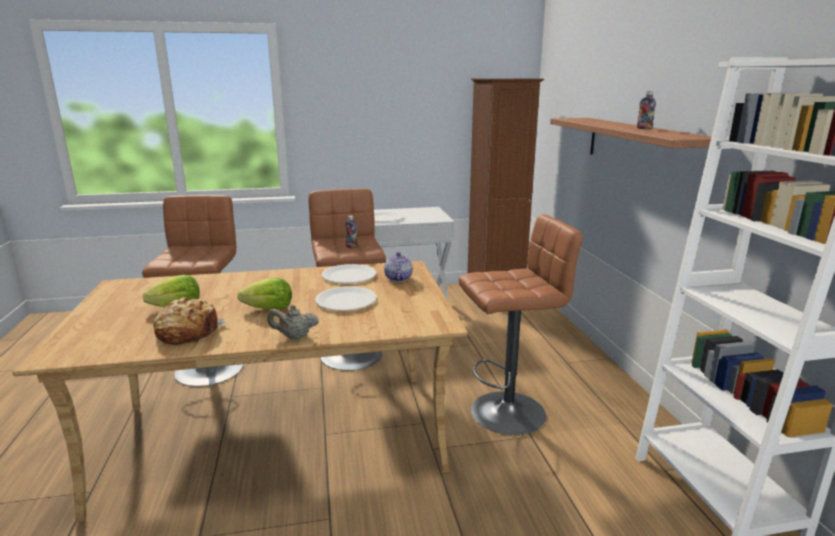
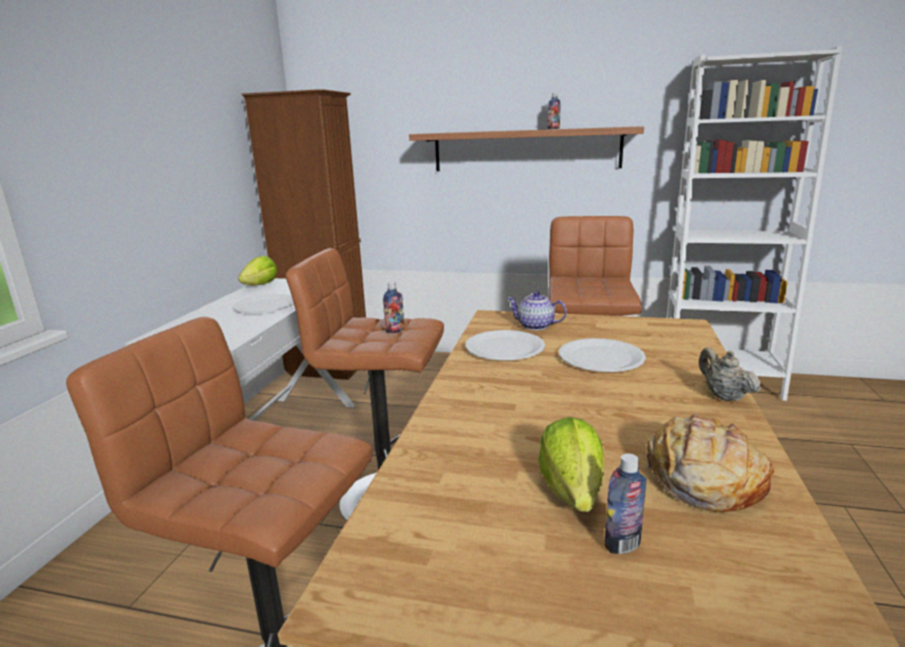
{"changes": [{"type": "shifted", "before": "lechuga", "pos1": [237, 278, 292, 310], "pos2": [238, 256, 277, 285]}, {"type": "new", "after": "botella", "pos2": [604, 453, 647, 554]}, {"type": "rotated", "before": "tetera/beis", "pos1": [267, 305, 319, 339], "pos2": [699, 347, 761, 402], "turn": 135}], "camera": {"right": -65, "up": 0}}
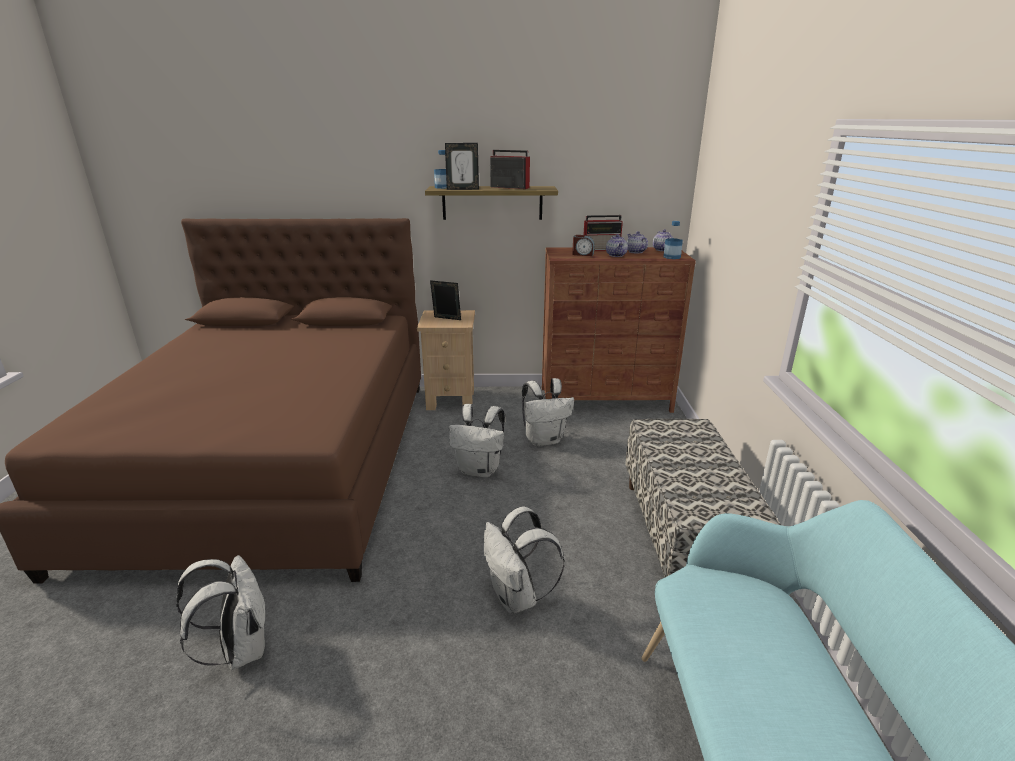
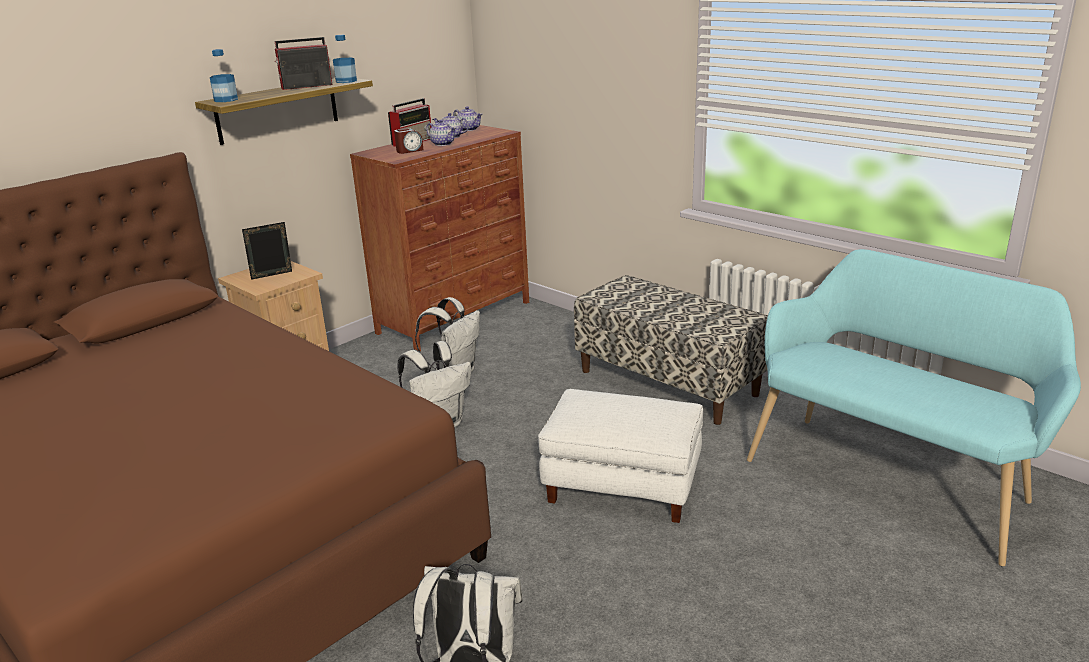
{"changes": [{"type": "shifted", "before": "botella", "pos1": [663, 221, 683, 259], "pos2": [333, 35, 357, 83]}, {"type": "swapped", "before": "mochila/blanco", "after": "puf/blanco", "pos1": [483, 506, 564, 614], "pos2": [538, 389, 703, 523]}, {"type": "gone", "before": "portarretratos", "pos1": [445, 143, 479, 190]}], "camera": {"right": -45, "up": 0}}
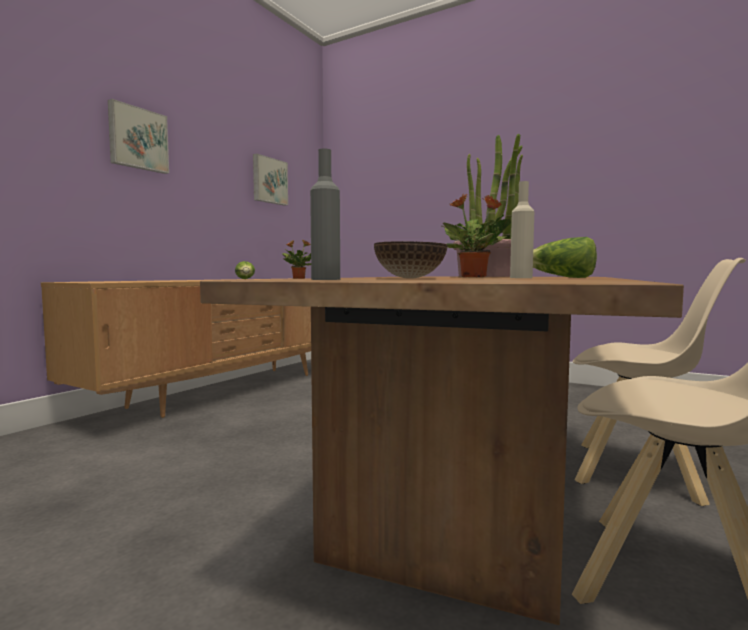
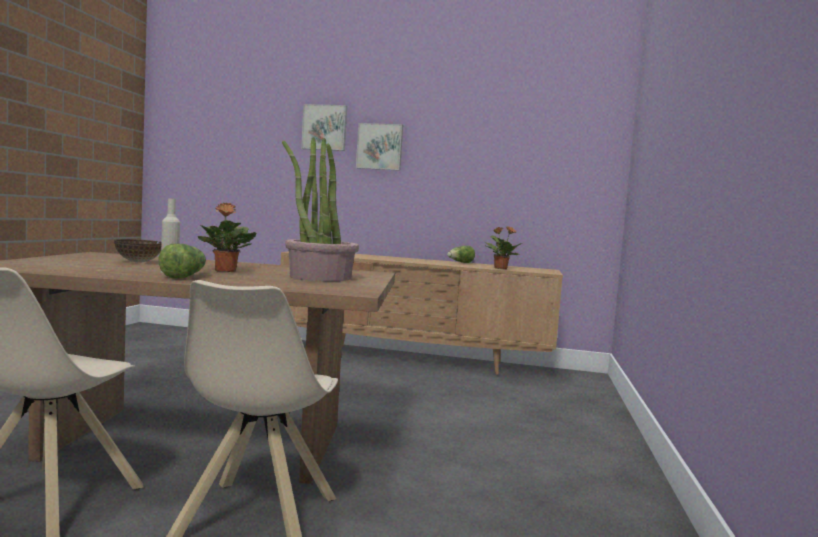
{"changes": [{"type": "shifted", "before": "cuadro", "pos1": [253, 154, 288, 206], "pos2": [301, 104, 347, 151]}, {"type": "gone", "before": "botella/gris", "pos1": [310, 148, 340, 280]}], "camera": {"right": 70, "up": 0}}
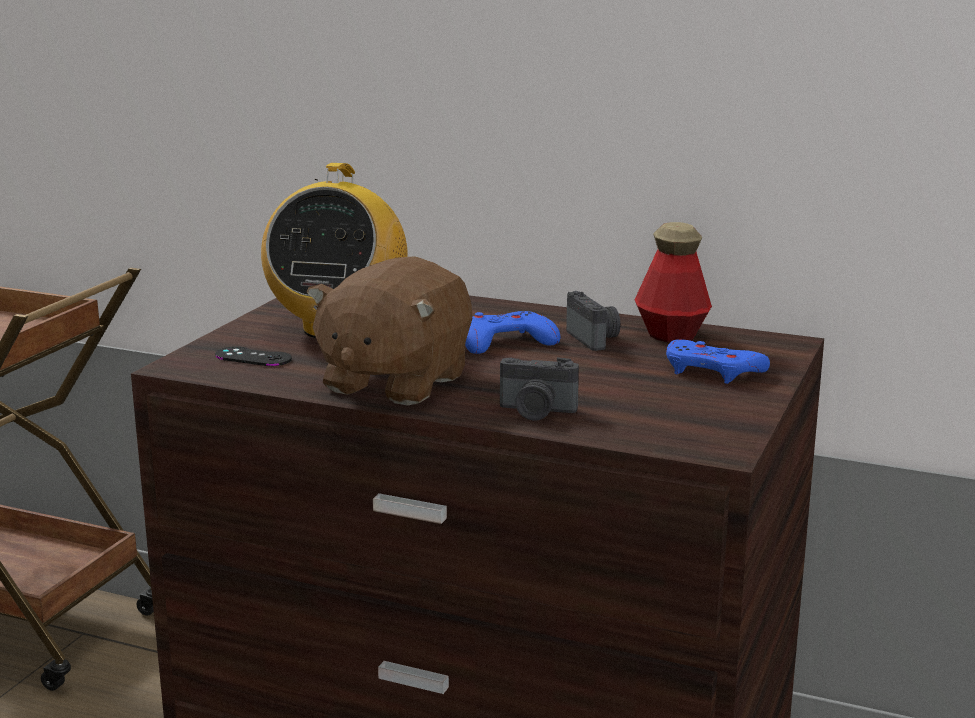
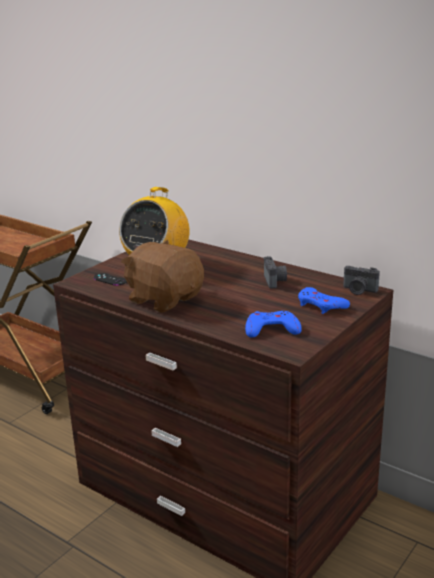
{"changes": [{"type": "rotated", "before": "peluche/marrón", "pos1": [307, 256, 472, 406], "pos2": [121, 240, 204, 313], "turn": 90}, {"type": "shifted", "before": "mando de consola/azul", "pos1": [465, 311, 560, 354], "pos2": [245, 311, 302, 337]}, {"type": "shifted", "before": "cámara", "pos1": [500, 357, 579, 421], "pos2": [343, 266, 380, 295]}, {"type": "gone", "before": "botella", "pos1": [635, 222, 712, 343]}], "camera": {"right": 15, "up": 5}}
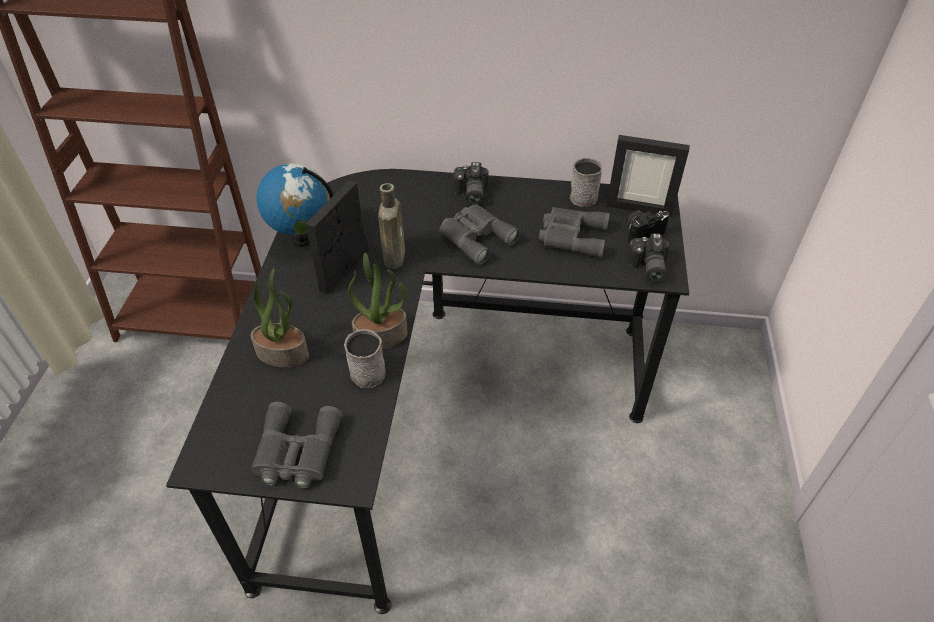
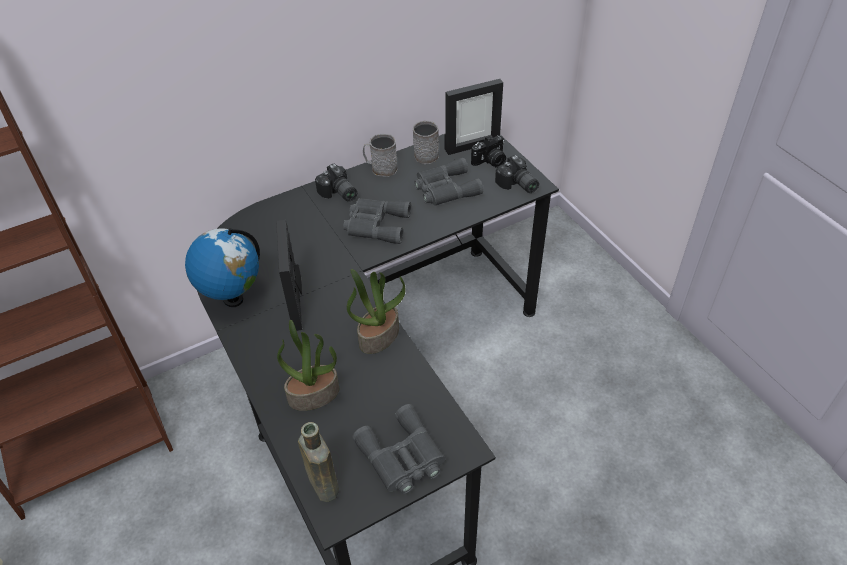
{"changes": [{"type": "shifted", "before": "botella/marrón", "pos1": [378, 183, 405, 269], "pos2": [298, 422, 339, 502]}, {"type": "shifted", "before": "taza grande/gris", "pos1": [344, 329, 386, 388], "pos2": [363, 134, 398, 177]}, {"type": "rotated", "before": "cámara", "pos1": [626, 210, 670, 244], "pos2": [471, 135, 506, 168], "turn": -150}], "camera": {"right": -35, "up": 0}}
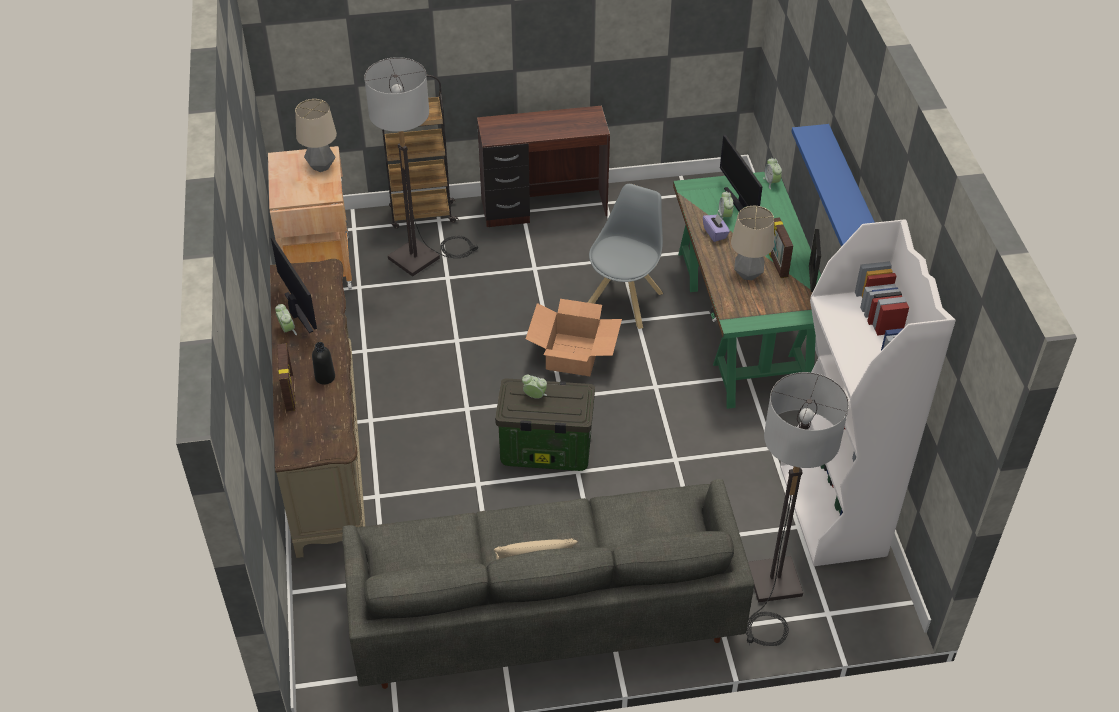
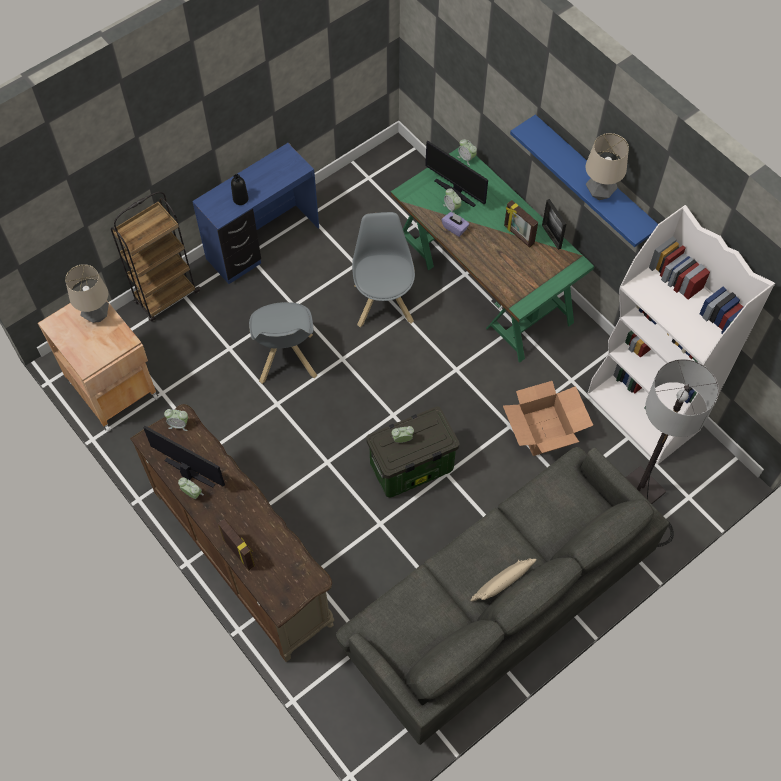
{"changes": [{"type": "new", "after": "despertador", "pos2": [164, 409, 188, 431]}, {"type": "repainted", "before": "escritorio/marrón", "after": "escritorio/azul", "pos1": [477, 106, 610, 227], "pos2": [192, 143, 319, 284]}, {"type": "shifted", "before": "botella/negro", "pos1": [312, 342, 335, 385], "pos2": [231, 174, 248, 205]}, {"type": "new", "after": "silla/gris", "pos2": [249, 302, 317, 384]}, {"type": "shifted", "before": "caja de cartón", "pos1": [526, 299, 622, 376], "pos2": [503, 381, 594, 456]}, {"type": "shifted", "before": "lámpara de mesa", "pos1": [731, 206, 774, 280], "pos2": [586, 133, 629, 200]}, {"type": "gone", "before": "lámpara de pie", "pos1": [364, 57, 478, 277]}], "camera": {"right": -30, "up": 15}}
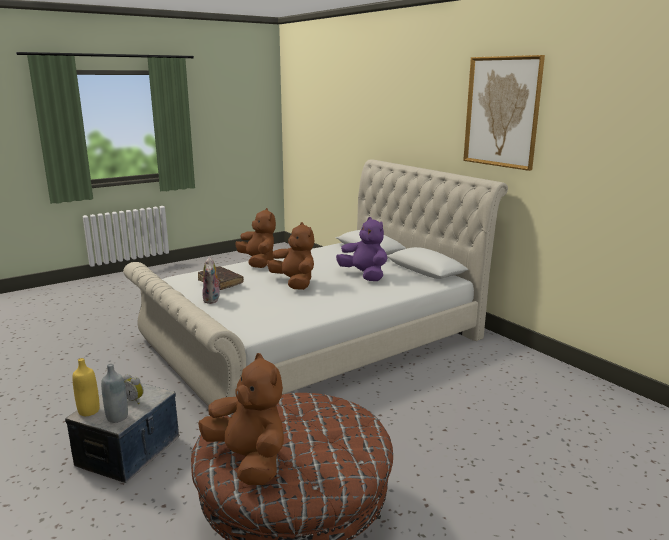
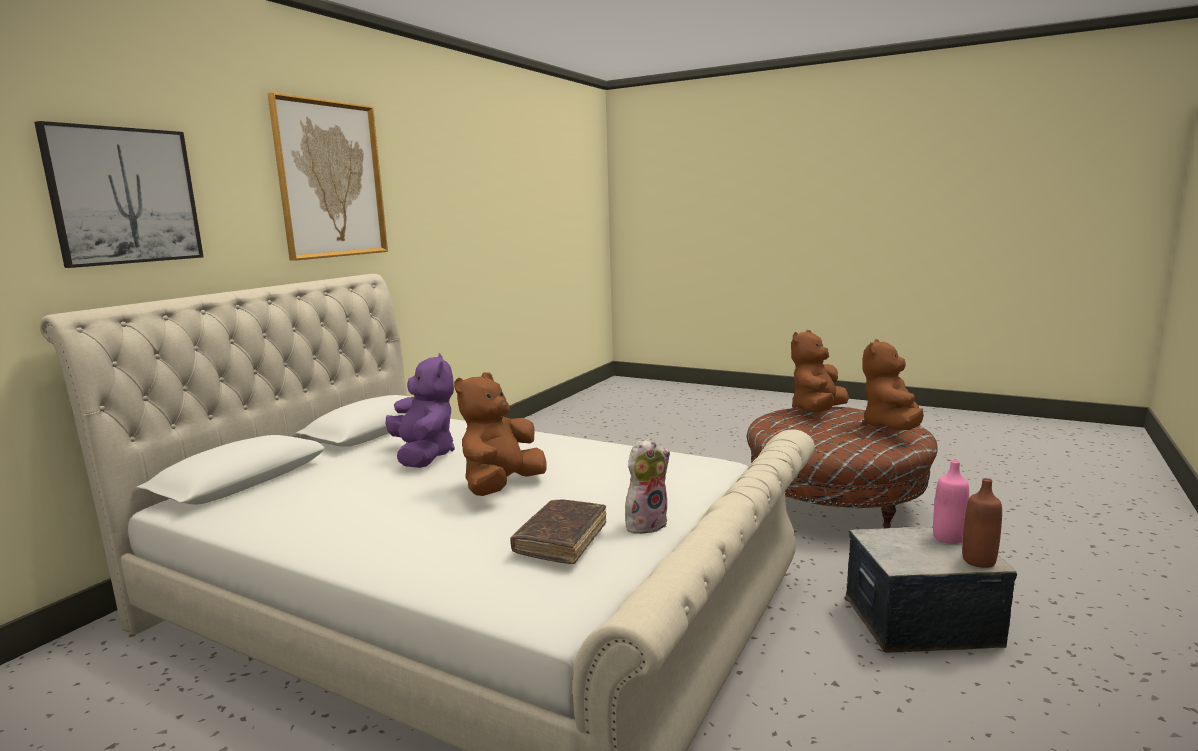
{"changes": [{"type": "new", "after": "cuadro", "pos2": [34, 121, 204, 268]}, {"type": "rotated", "before": "peluche/morado", "pos1": [336, 217, 388, 281], "pos2": [386, 353, 455, 468], "turn": 135}, {"type": "shifted", "before": "peluche/marrón", "pos1": [236, 208, 276, 268], "pos2": [791, 330, 849, 412]}, {"type": "repainted", "before": "botella/gris", "after": "botella/rosa", "pos1": [101, 364, 128, 423], "pos2": [933, 460, 969, 544]}, {"type": "repainted", "before": "botella/amarillo", "after": "botella/marrón", "pos1": [72, 358, 100, 416], "pos2": [962, 478, 1002, 568]}, {"type": "gone", "before": "despertador", "pos1": [123, 374, 144, 404]}], "camera": {"right": -115, "up": -5}}
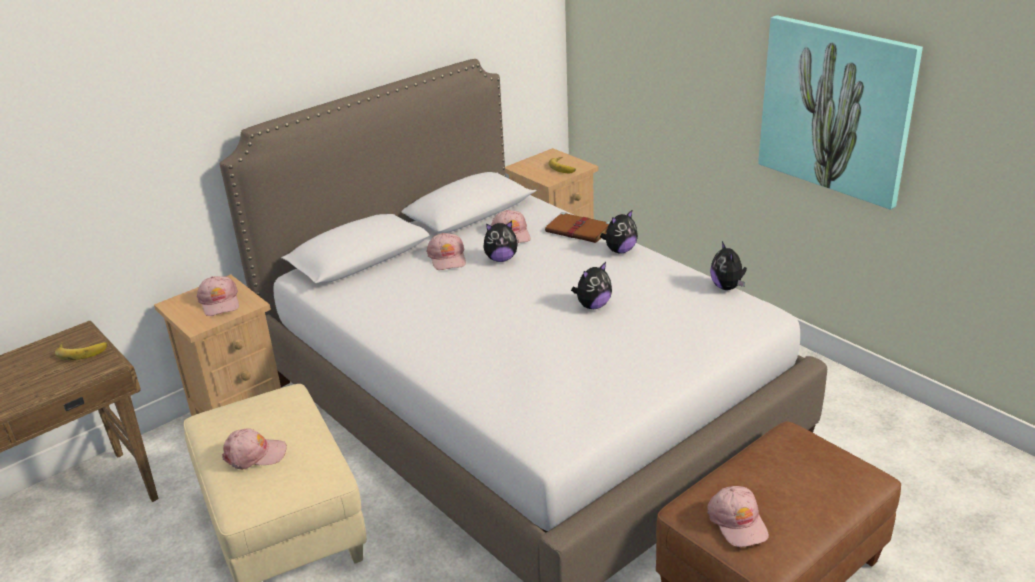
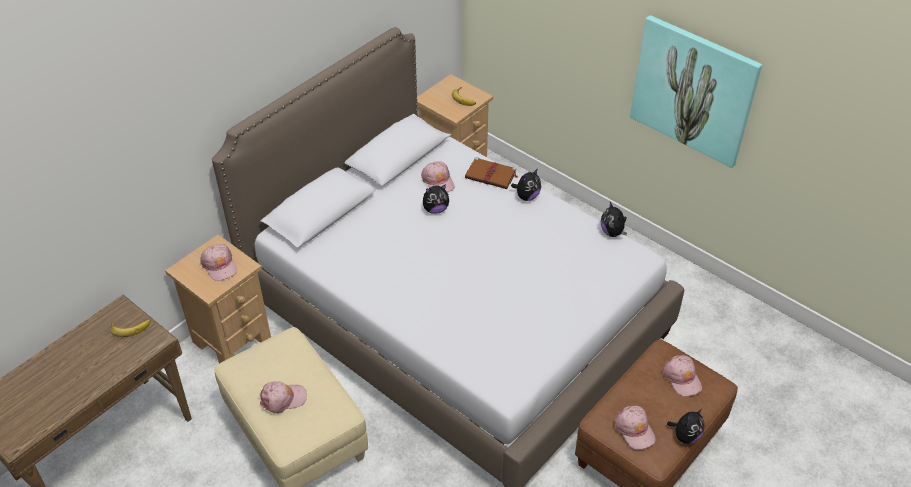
{"changes": [{"type": "shifted", "before": "gorra/rosa", "pos1": [426, 233, 466, 270], "pos2": [663, 355, 702, 397]}, {"type": "shifted", "before": "peluche", "pos1": [571, 262, 612, 309], "pos2": [667, 409, 705, 444]}], "camera": {"right": -10, "up": 15}}
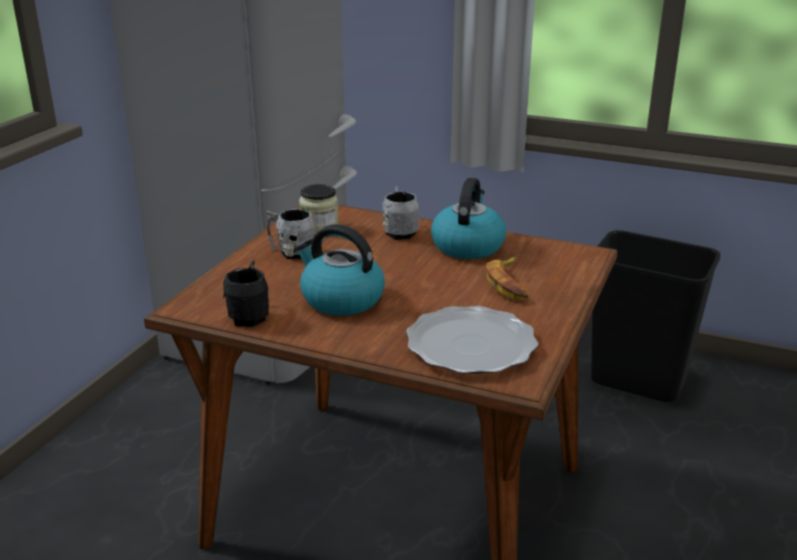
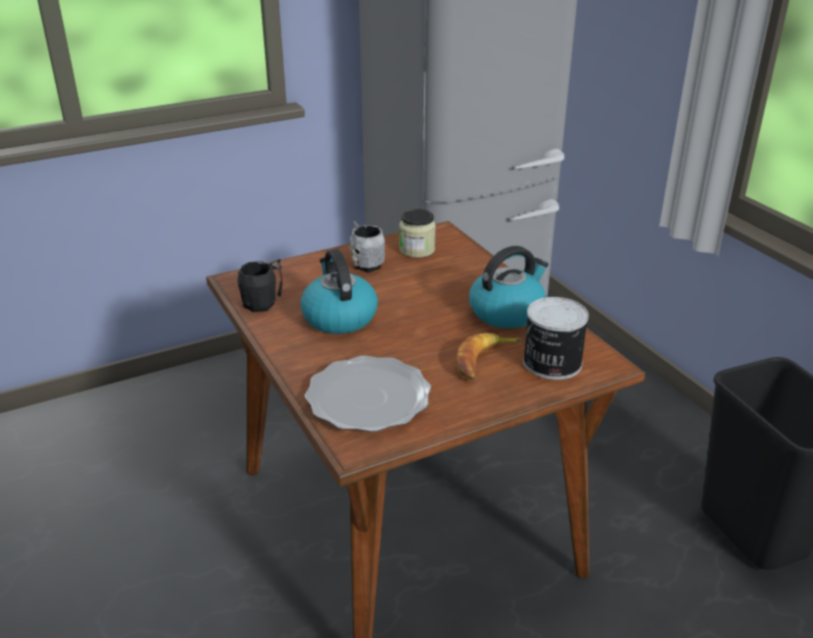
{"changes": [{"type": "new", "after": "lata", "pos2": [523, 297, 589, 380]}, {"type": "gone", "before": "taza grande/gris", "pos1": [382, 187, 419, 240]}], "camera": {"right": 40, "up": 5}}
